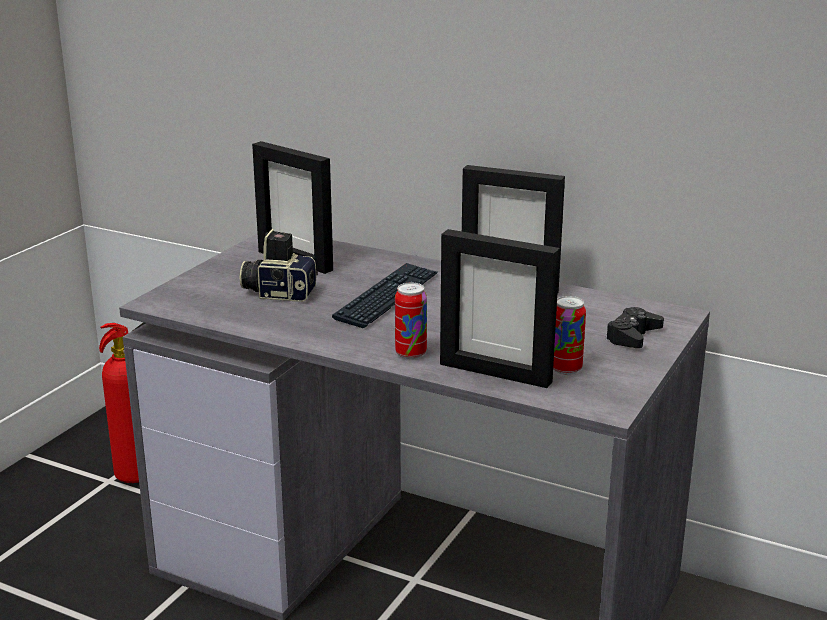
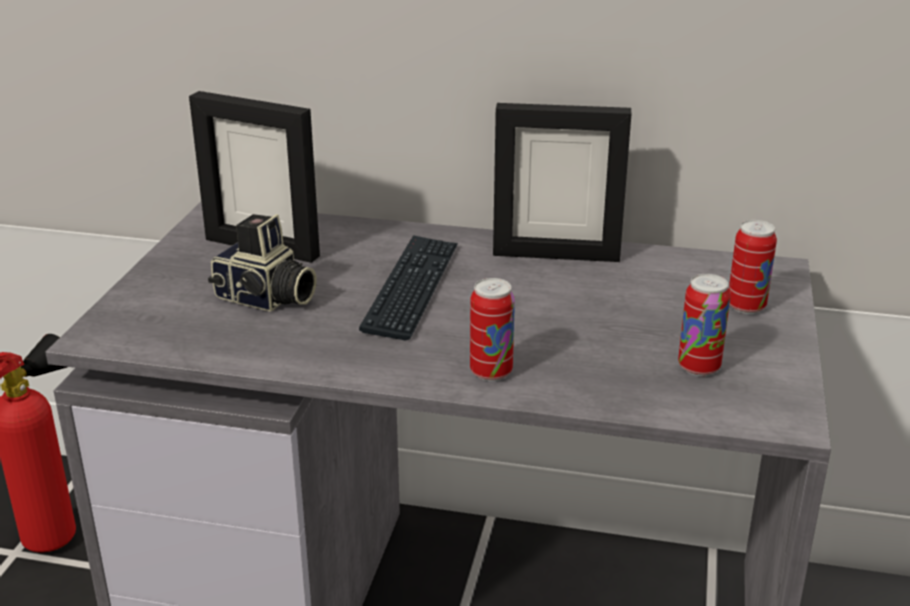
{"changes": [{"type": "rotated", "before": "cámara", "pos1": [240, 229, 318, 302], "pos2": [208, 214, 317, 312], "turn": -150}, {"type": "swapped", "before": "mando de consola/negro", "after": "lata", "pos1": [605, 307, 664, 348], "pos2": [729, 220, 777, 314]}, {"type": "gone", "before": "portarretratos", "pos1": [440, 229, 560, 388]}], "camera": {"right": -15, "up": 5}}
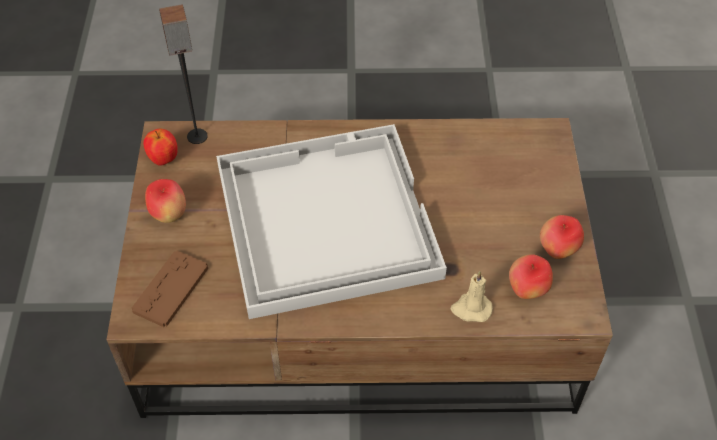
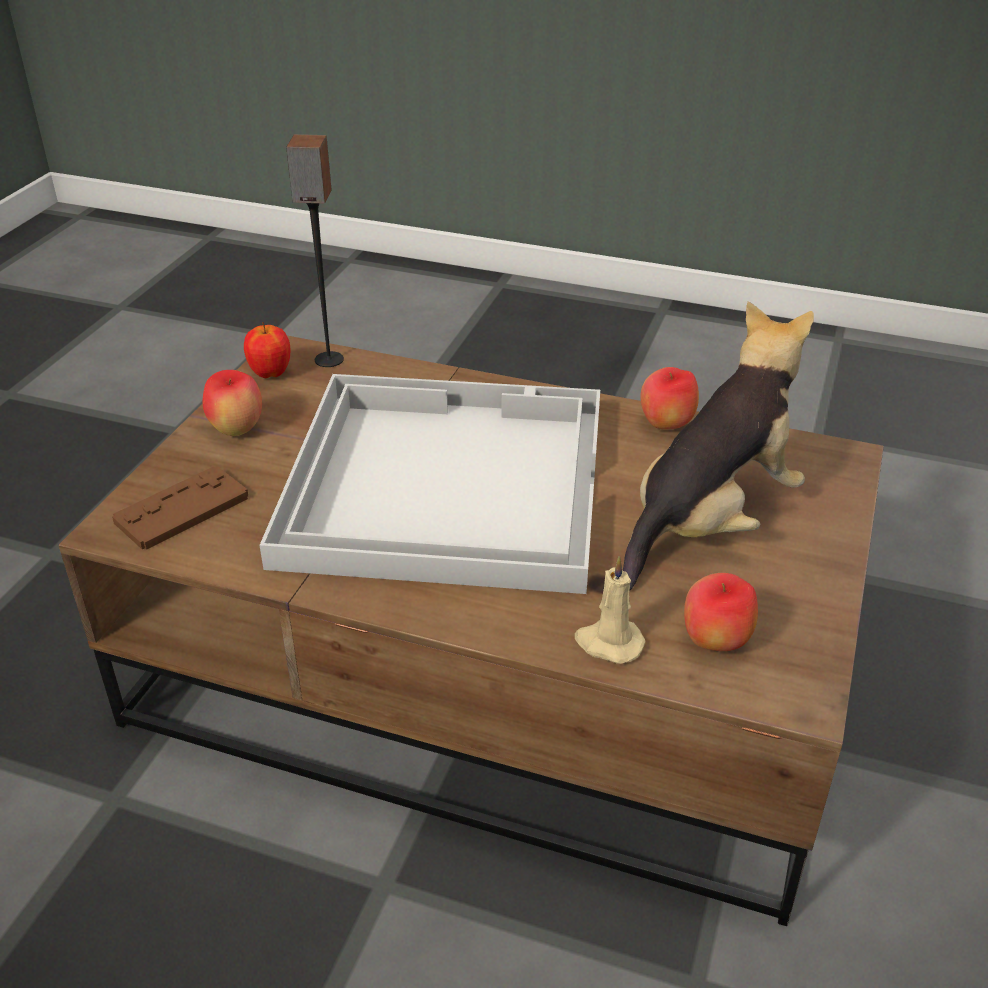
{"changes": [{"type": "new", "after": "peluche", "pos2": [623, 301, 814, 590]}, {"type": "shifted", "before": "manzana", "pos1": [540, 215, 584, 259], "pos2": [640, 367, 699, 430]}], "camera": {"right": 20, "up": -15}}
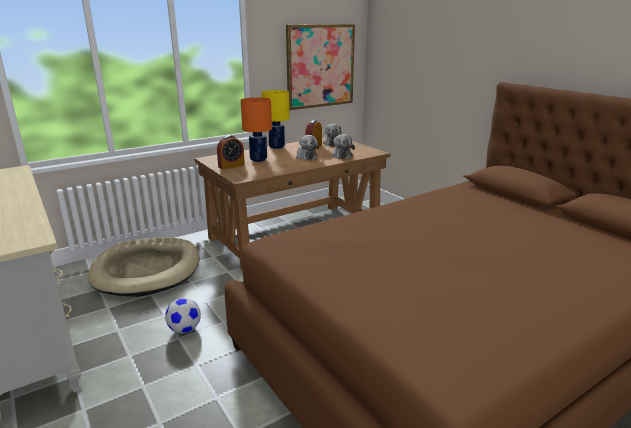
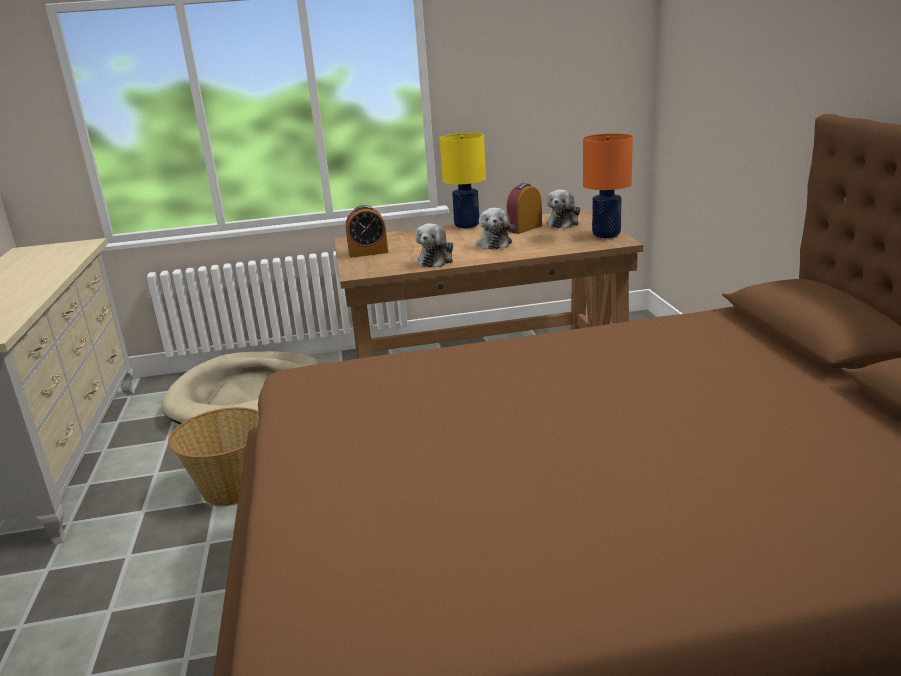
{"changes": [{"type": "swapped", "before": "balón de fútbol", "after": "cesta", "pos1": [165, 298, 201, 333], "pos2": [168, 407, 259, 506]}, {"type": "shifted", "before": "peluche", "pos1": [331, 134, 355, 159], "pos2": [415, 223, 453, 267]}, {"type": "shifted", "before": "lámpara de mesa/naranja", "pos1": [241, 97, 272, 162], "pos2": [583, 133, 633, 238]}, {"type": "gone", "before": "cuadro", "pos1": [286, 24, 355, 110]}], "camera": {"right": 25, "up": 0}}
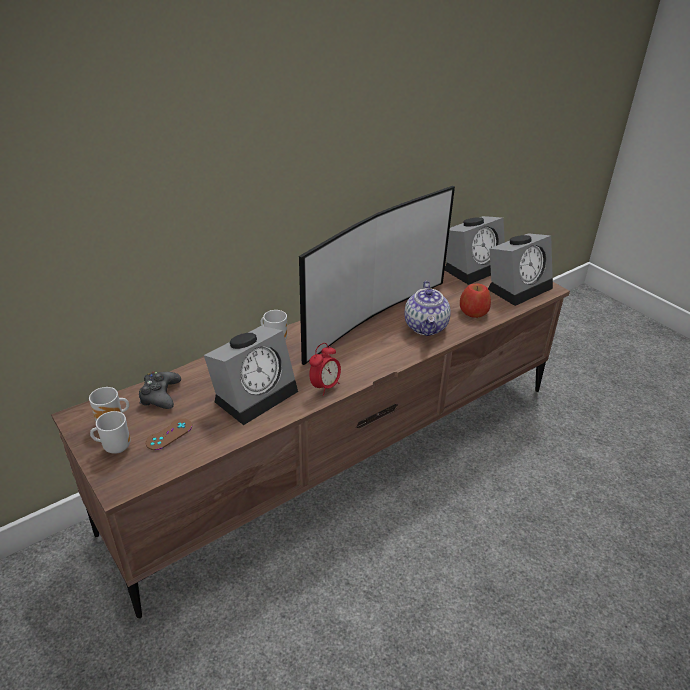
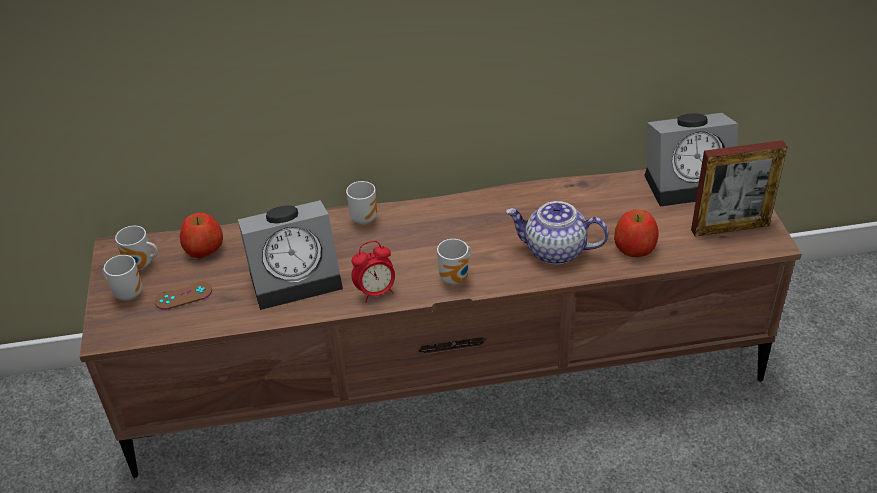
{"changes": [{"type": "swapped", "before": "mando de consola/negro", "after": "manzana", "pos1": [139, 372, 181, 409], "pos2": [180, 212, 223, 258]}, {"type": "new", "after": "taza grande", "pos2": [437, 239, 471, 285]}, {"type": "rotated", "before": "tetera", "pos1": [404, 281, 451, 336], "pos2": [506, 201, 609, 265], "turn": 75}, {"type": "swapped", "before": "despertador", "after": "portarretratos", "pos1": [488, 233, 553, 306], "pos2": [691, 140, 787, 236]}, {"type": "gone", "before": "televisor", "pos1": [299, 186, 455, 365]}], "camera": {"right": 30, "up": 5}}
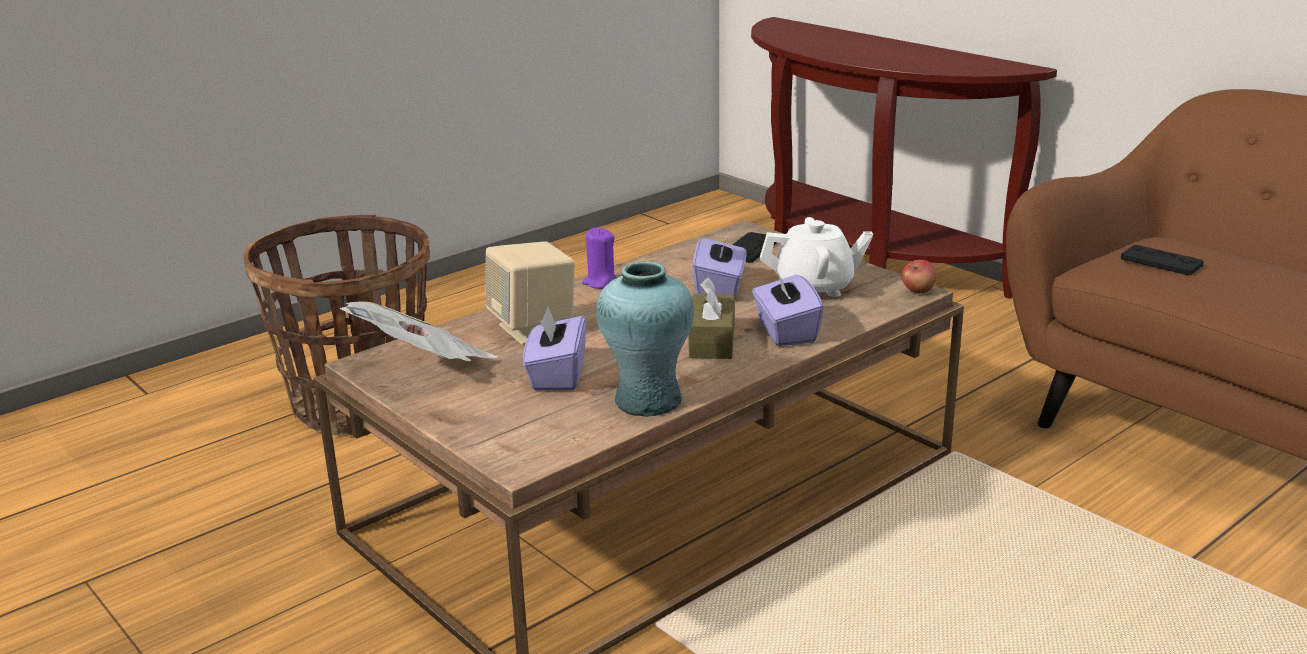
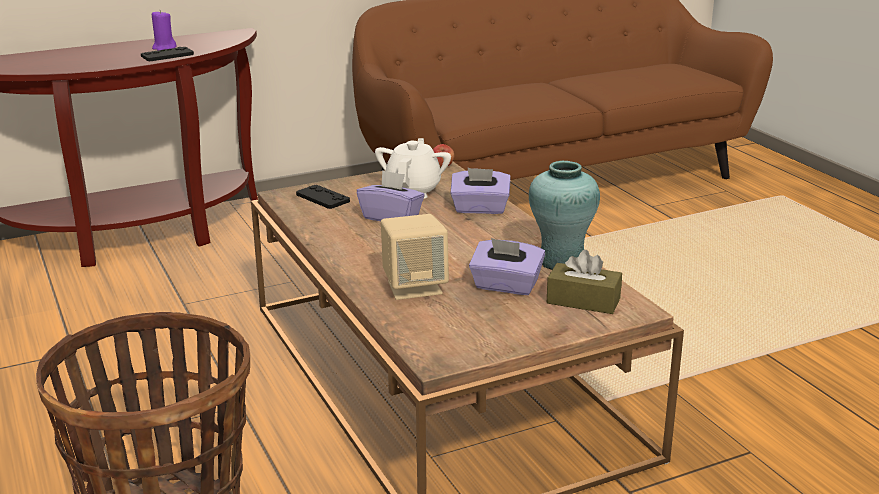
{"changes": [{"type": "shifted", "before": "mando de consola/negro", "pos1": [1121, 245, 1204, 275], "pos2": [141, 47, 194, 61]}, {"type": "shifted", "before": "vela/morado", "pos1": [582, 227, 618, 289], "pos2": [152, 10, 176, 51]}, {"type": "shifted", "before": "caja de pañuelos/marrón", "pos1": [688, 278, 735, 359], "pos2": [547, 250, 622, 314]}, {"type": "gone", "before": "periódico", "pos1": [339, 301, 498, 361]}], "camera": {"right": -75, "up": 0}}
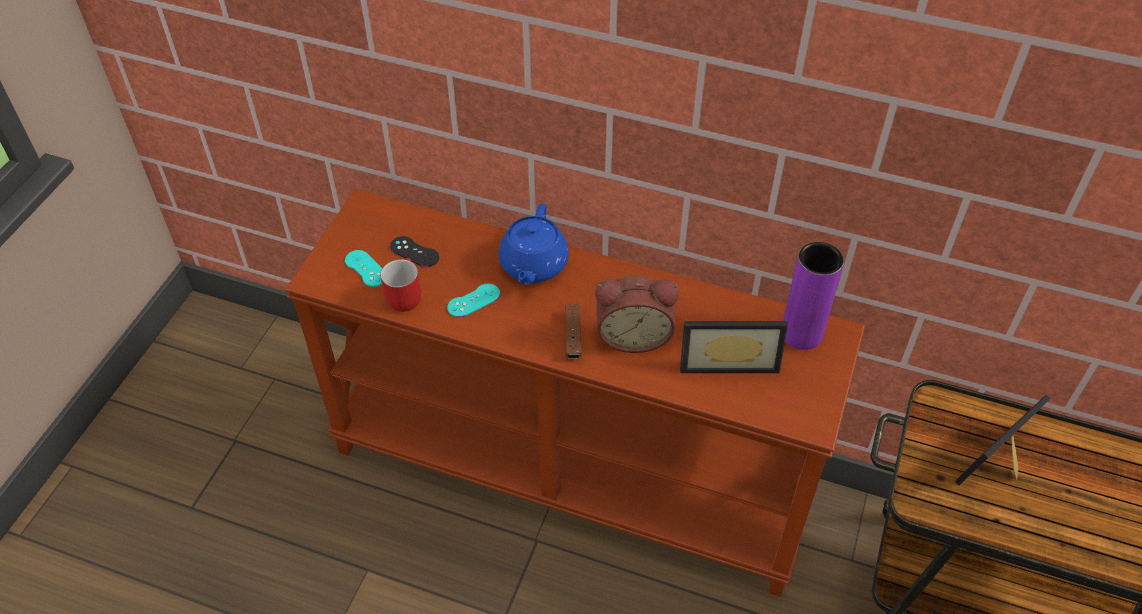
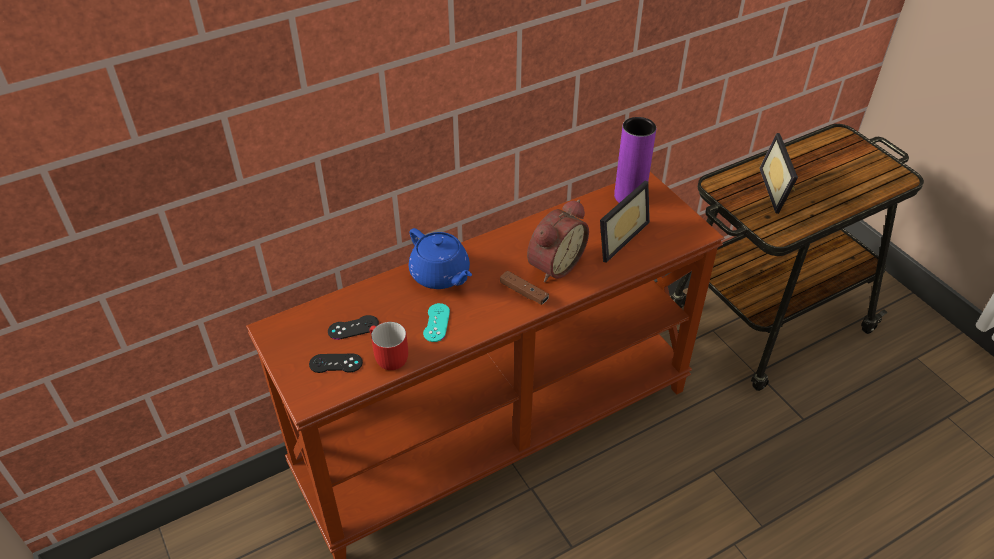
{"changes": [{"type": "repainted", "before": "mando de consola/turquesa", "after": "mando de consola/negro", "pos1": [345, 250, 382, 287], "pos2": [309, 354, 363, 373]}], "camera": {"right": -50, "up": -5}}
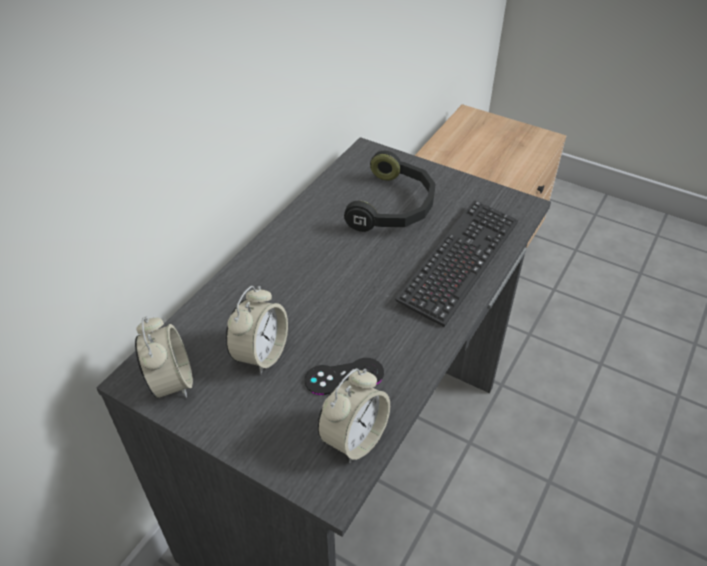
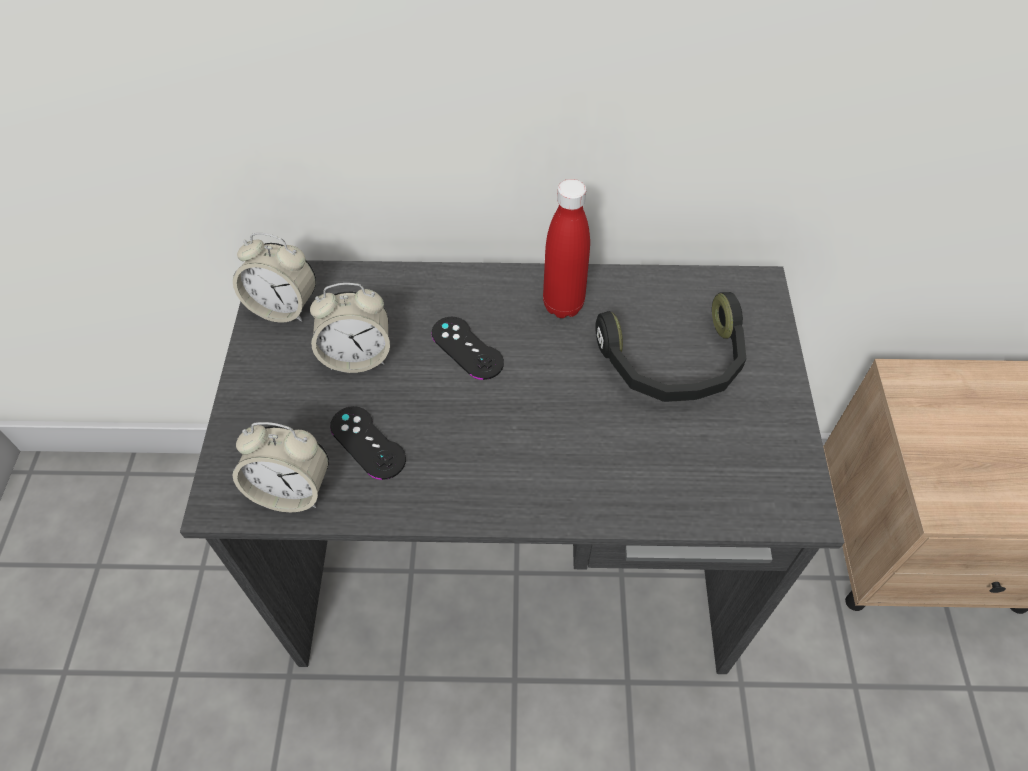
{"changes": [{"type": "rotated", "before": "despertador", "pos1": [135, 316, 193, 399], "pos2": [233, 233, 316, 323], "turn": 60}, {"type": "new", "after": "mando de consola/negro", "pos2": [431, 317, 504, 380]}, {"type": "new", "after": "botella/rojo", "pos2": [543, 179, 590, 318]}, {"type": "gone", "before": "teclado", "pos1": [395, 200, 518, 327]}], "camera": {"right": 60, "up": 10}}
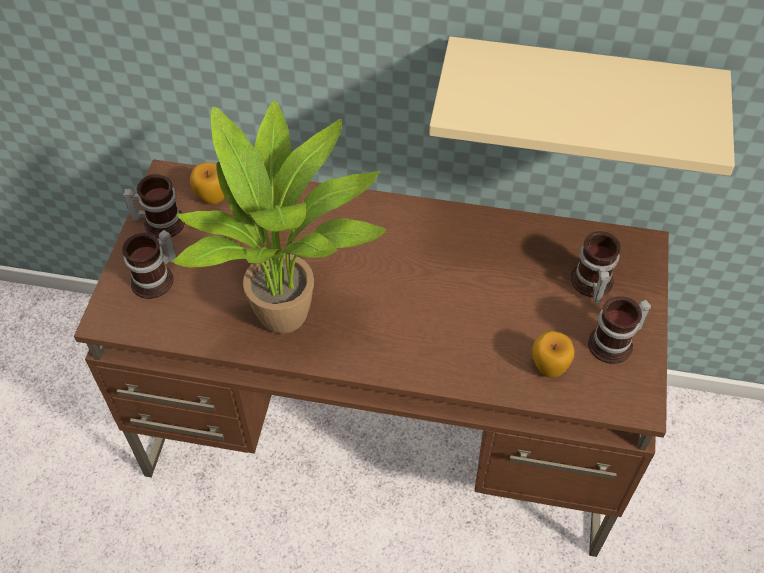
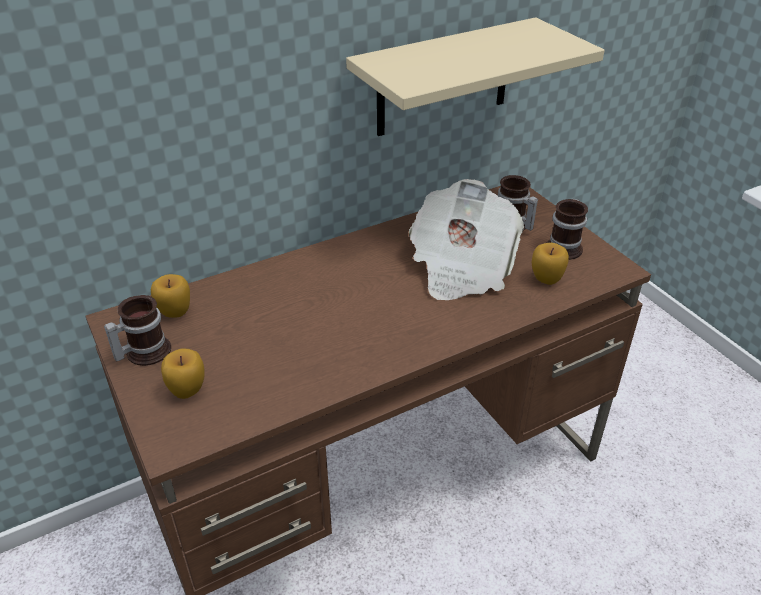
{"changes": [{"type": "swapped", "before": "taza grande", "after": "manzana", "pos1": [122, 230, 176, 299], "pos2": [161, 348, 205, 399]}, {"type": "new", "after": "periódico", "pos2": [409, 179, 524, 300]}, {"type": "gone", "before": "planta en maceta", "pos1": [172, 100, 386, 334]}], "camera": {"right": -40, "up": -15}}
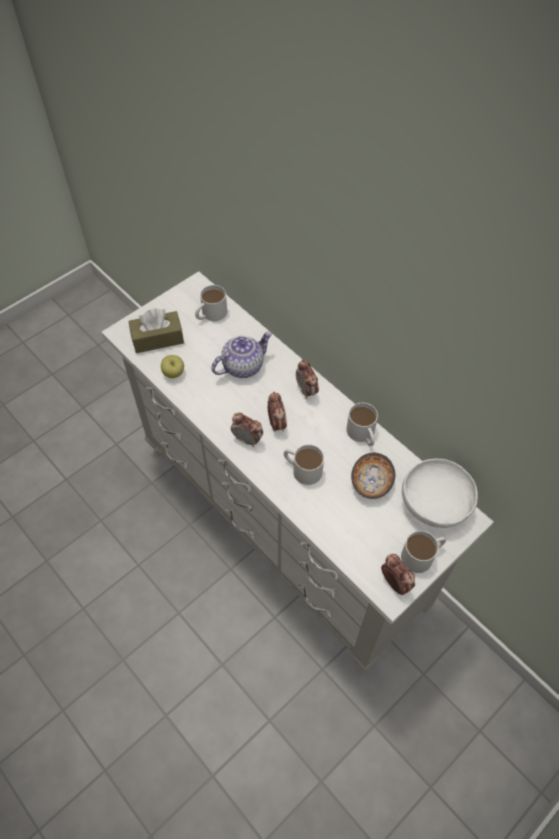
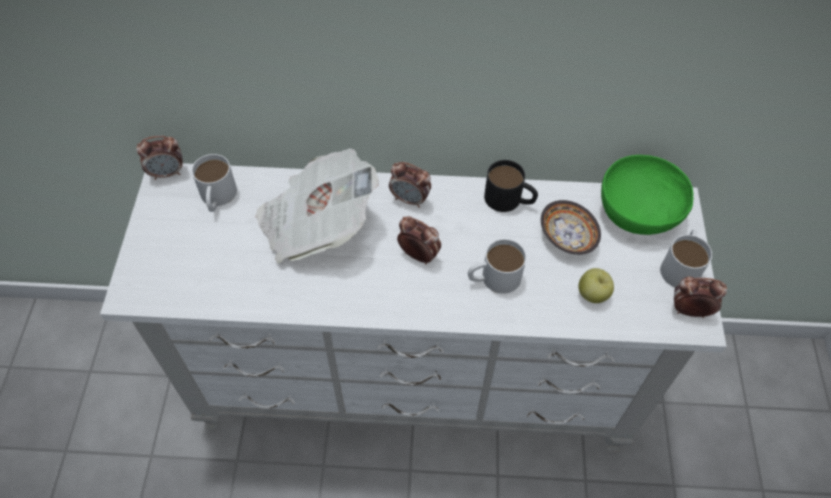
{"changes": [{"type": "shifted", "before": "despertador", "pos1": [231, 413, 263, 447], "pos2": [136, 136, 183, 180]}, {"type": "swapped", "before": "tetera", "after": "periódico", "pos1": [211, 332, 272, 378], "pos2": [255, 149, 379, 263]}, {"type": "repainted", "before": "taza grande/blanco", "after": "taza grande/negro", "pos1": [346, 403, 378, 446], "pos2": [484, 160, 538, 212]}, {"type": "shifted", "before": "manzana", "pos1": [161, 355, 184, 378], "pos2": [579, 268, 614, 303]}, {"type": "repainted", "before": "cuenco/blanco", "after": "cuenco/verde", "pos1": [402, 459, 478, 528], "pos2": [601, 155, 693, 235]}, {"type": "gone", "before": "caja de pañuelos/marrón", "pos1": [128, 309, 184, 353]}], "camera": {"right": -45, "up": 0}}
